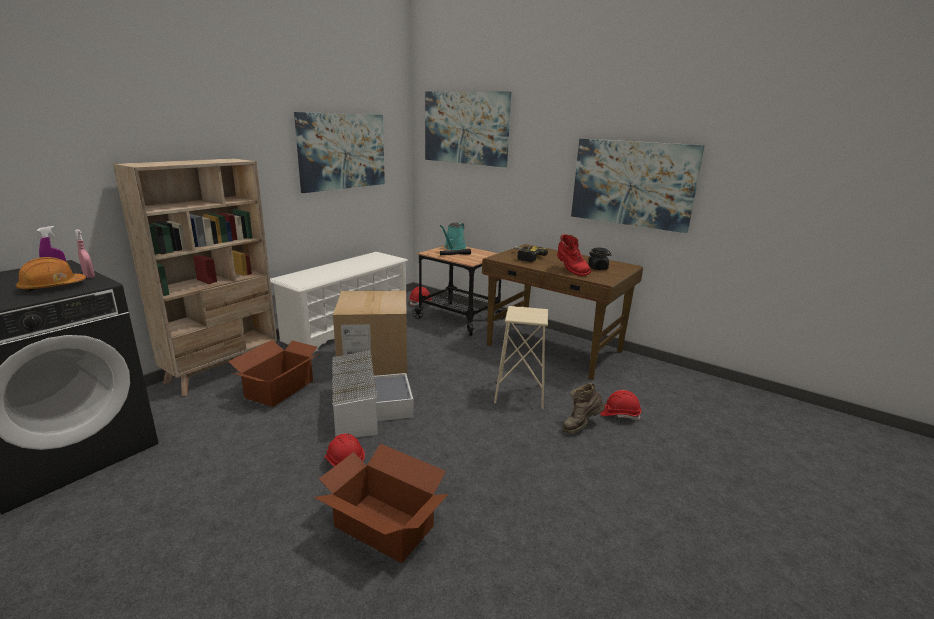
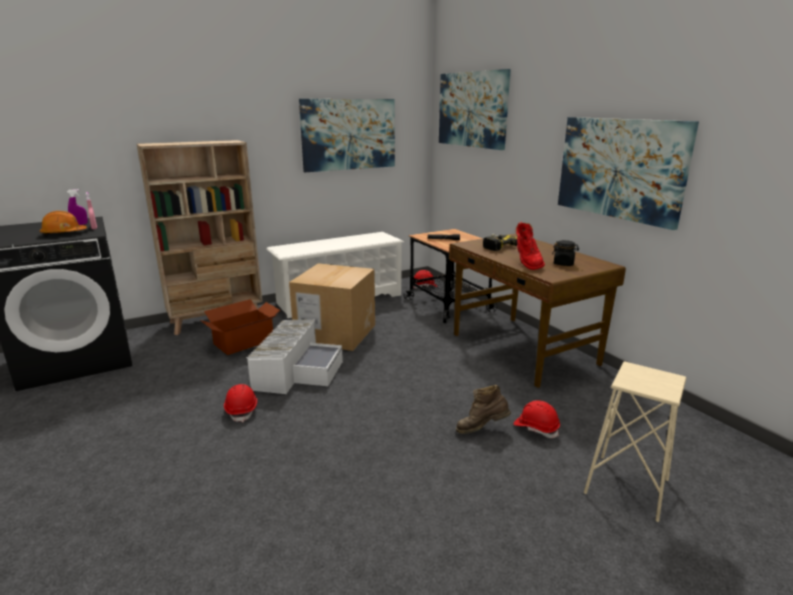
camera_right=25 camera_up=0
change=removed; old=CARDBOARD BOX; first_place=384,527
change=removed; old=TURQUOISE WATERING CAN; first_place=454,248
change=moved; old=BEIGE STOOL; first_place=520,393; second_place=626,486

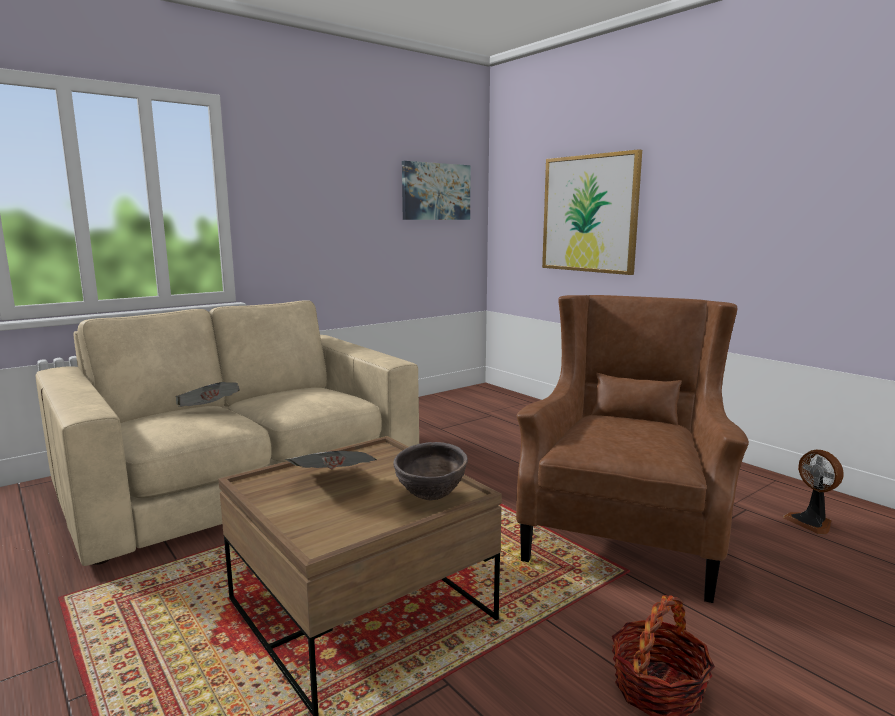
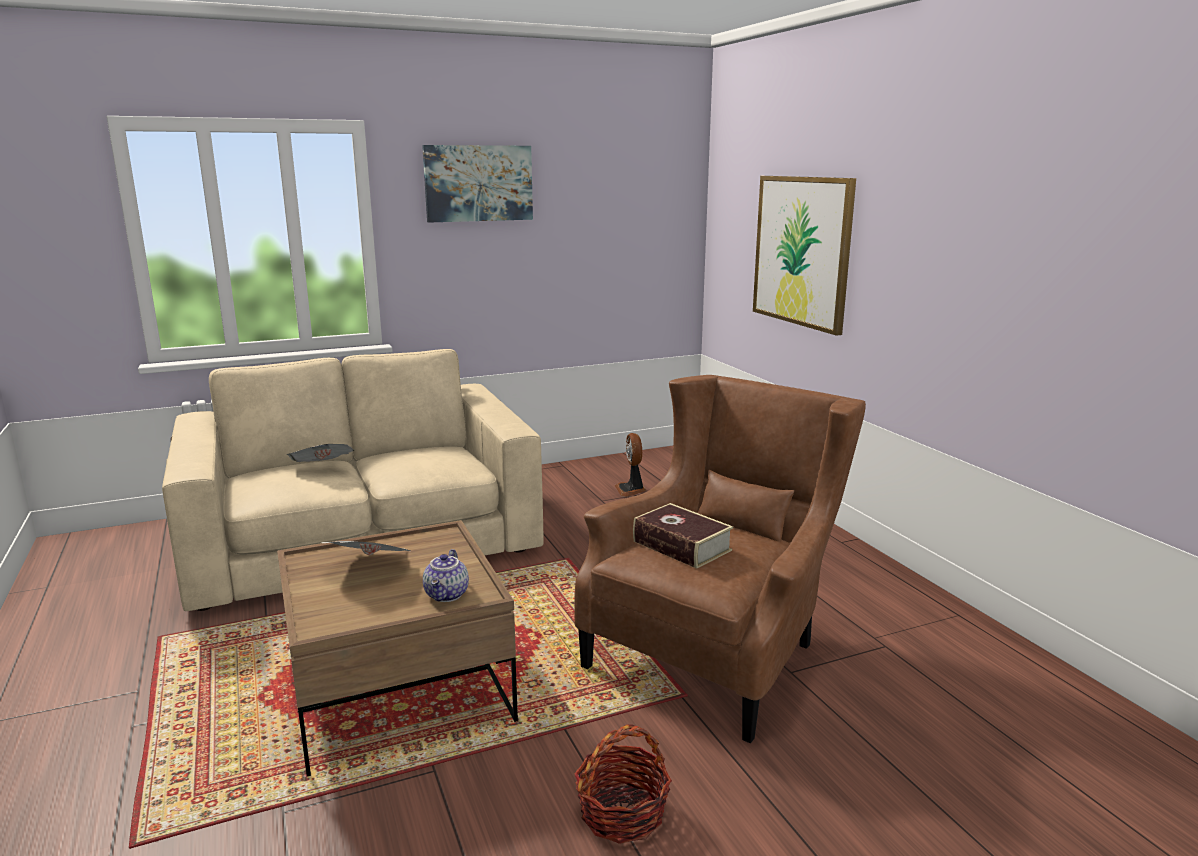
camera_right=15 camera_up=5
change=added; new=BOOK; second_place=681,546
change=moved; old=PICTURE; first_place=436,191; second_place=478,183
change=moved; old=FAN; first_place=811,522; second_place=631,490
change=replaced; old=BROWN BOWL; new=TEAPOT; first_place=430,497; second_place=447,595

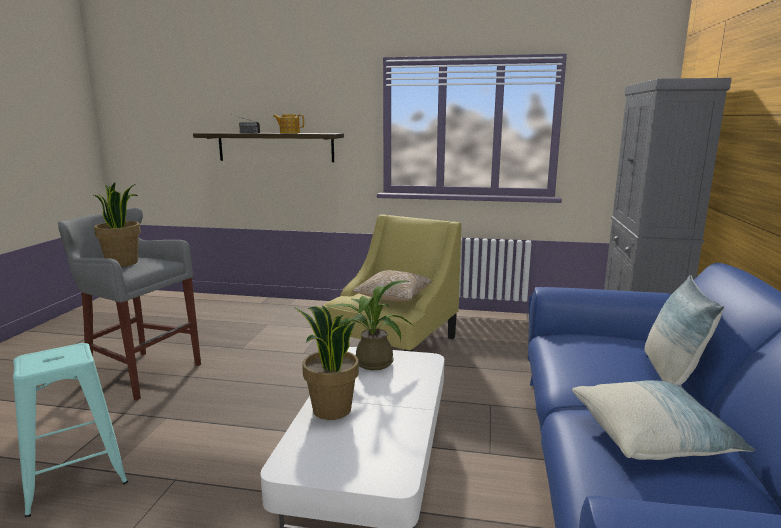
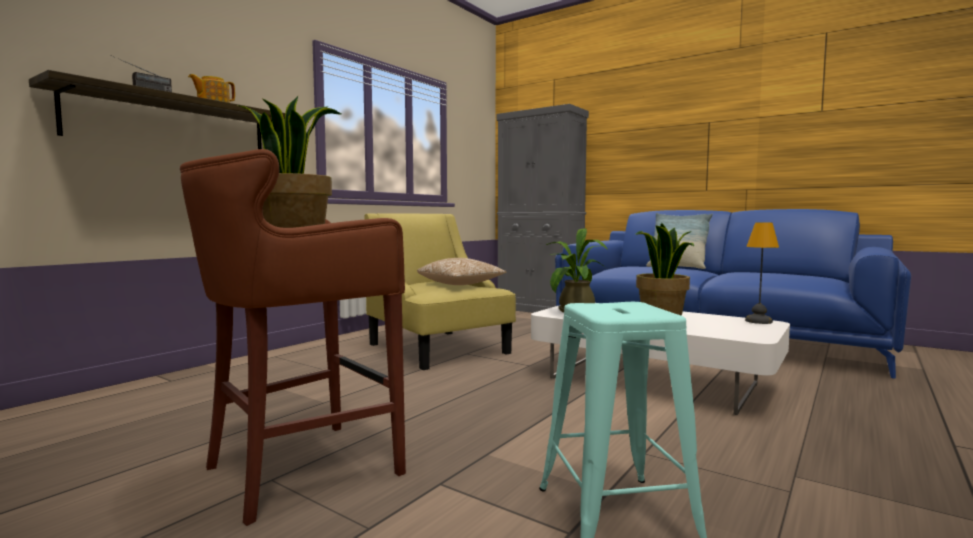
camera_right=-65 camera_up=-10
change=removed; old=PILLOW; first_place=651,437
change=added; new=TABLE LAMP; second_place=757,321
change=recoloured; old=GREY STOOL; new=BROWN STOOL; first_place=140,373; second_place=297,470

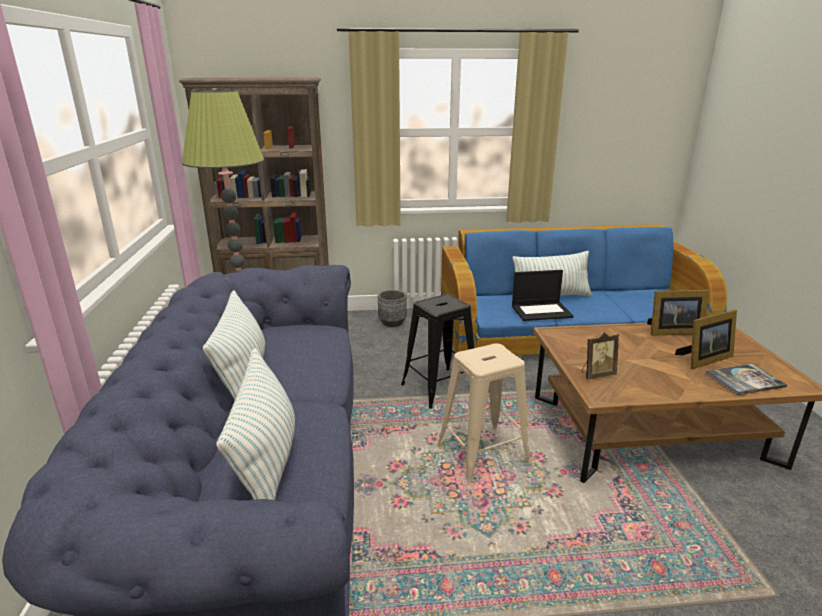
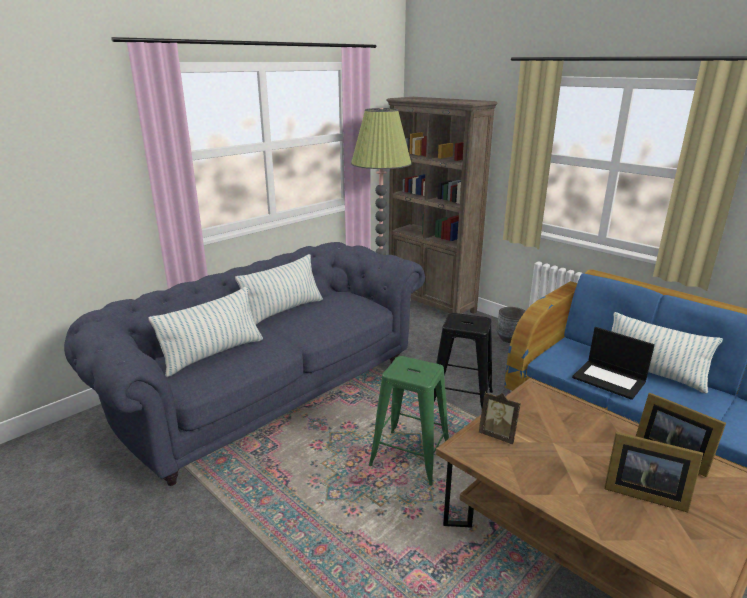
camera_right=50 camera_up=0
change=removed; old=BOOK; first_place=744,380
change=recoloured; old=BEIGE STOOL; new=GREEN STOOL; first_place=482,455; second_place=409,457

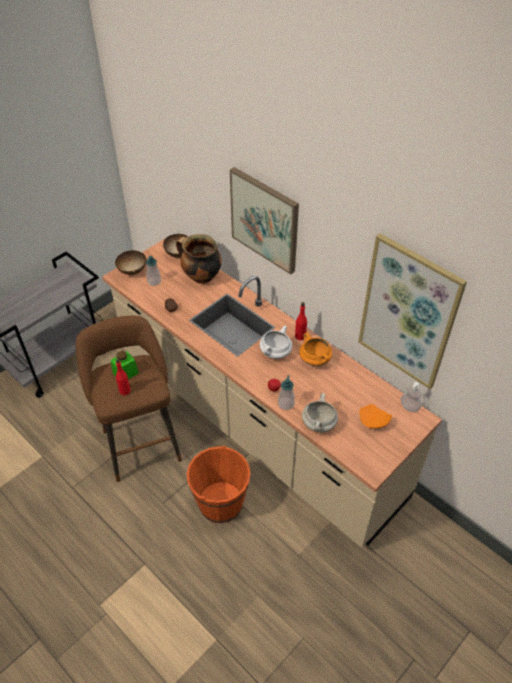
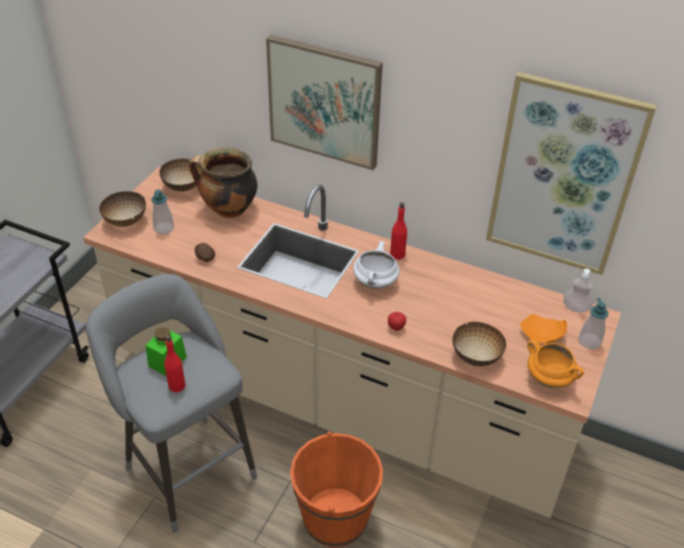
camera_right=-20 camera_up=-5
change=moved; old=SOAP DISPENSER; first_place=286,404; second_place=589,342
change=moved; old=ORANGE COOKING POT; first_place=315,360; second_place=550,378
change=replaced; old=WHITE COOKING POT; new=BOWL; first_place=319,424; second_place=476,357
change=recoloured; old=BROWN STOOL; new=GREY STOOL; first_place=140,441; second_place=187,467

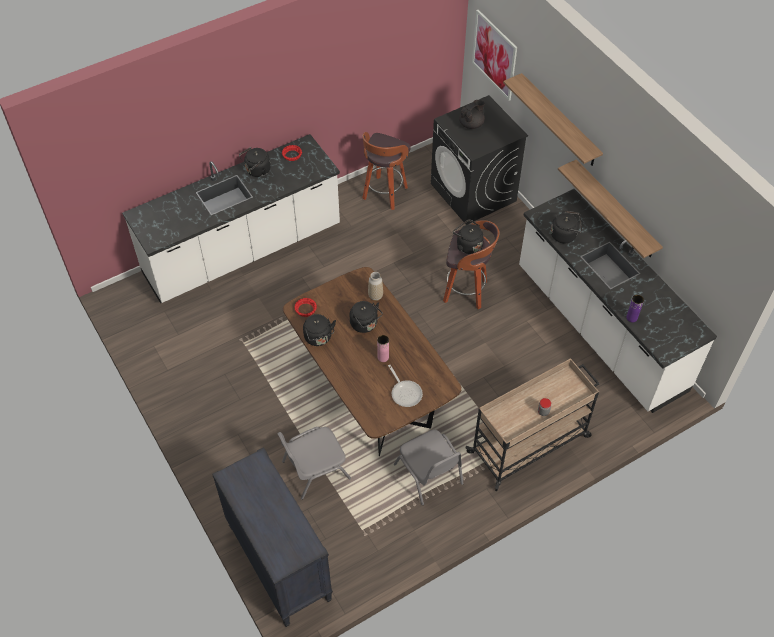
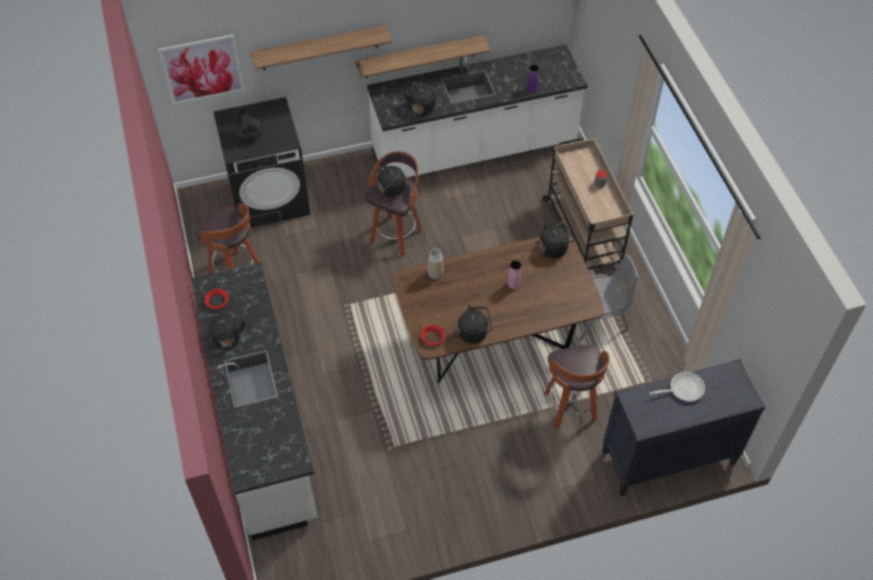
camera_right=-75 camera_up=0
change=moved; old=BLACK KETTLE; first_place=365,324; second_place=554,248
change=moved; old=FRYING PAN; first_place=405,392; second_place=683,389
change=replaced; old=GREY CHAIR; new=STOOL; first_place=314,469; second_place=570,408

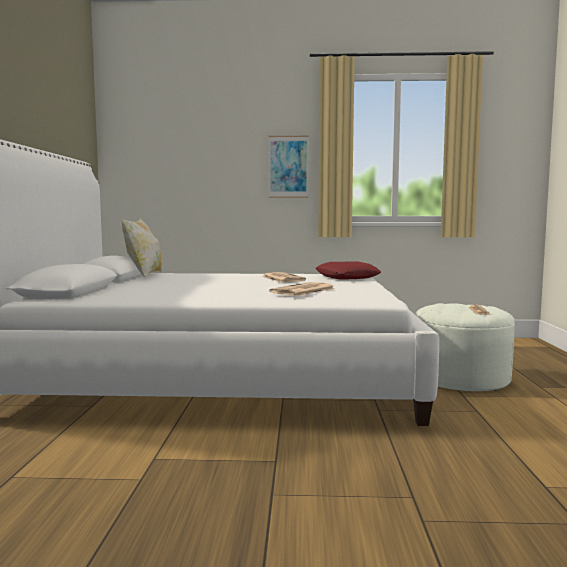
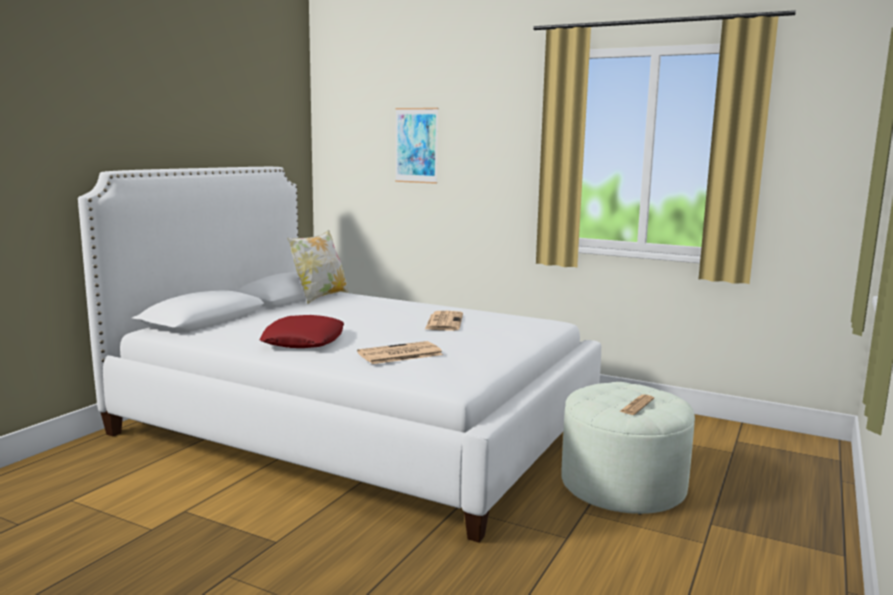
camera_right=25 camera_up=5
change=moved; old=PICTURE; first_place=288,167; second_place=416,145
change=moved; old=RED PILLOW; first_place=346,277; second_place=303,340

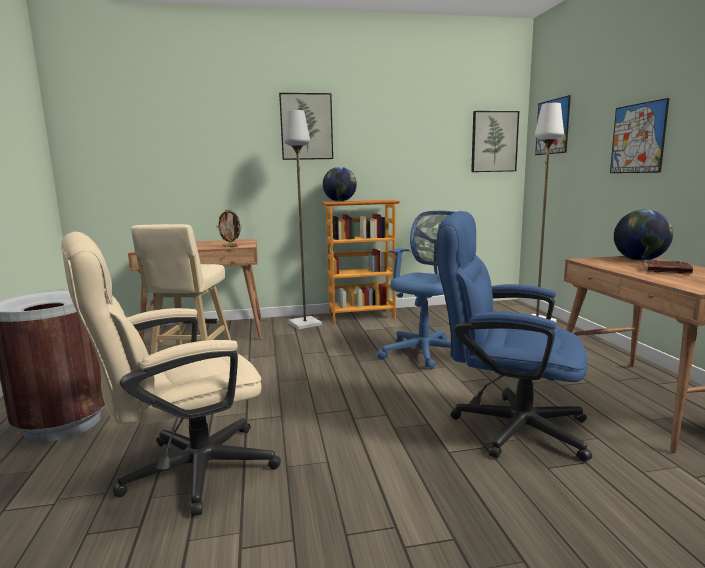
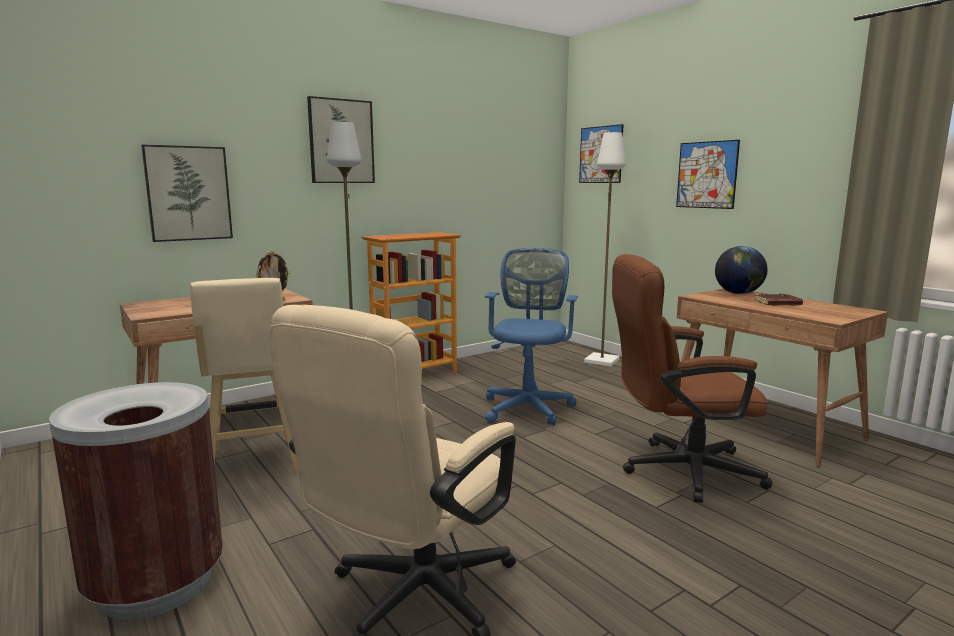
camera_right=-25 camera_up=0
change=removed; old=GLOBE; first_place=340,201
change=moved; old=PICTURE; first_place=494,142; second_place=188,193
change=recoloured; old=BLUE OFFICE CHAIR; new=BROWN OFFICE CHAIR; first_place=506,426; second_place=678,471

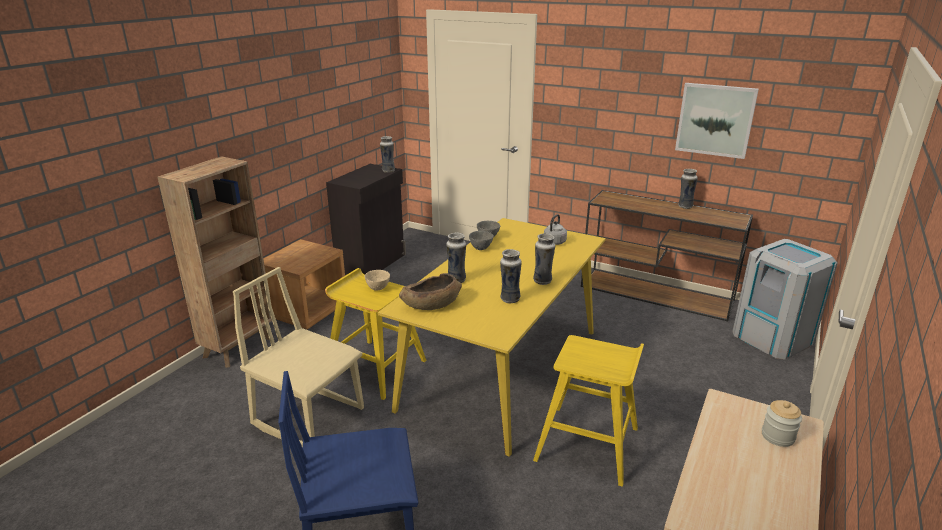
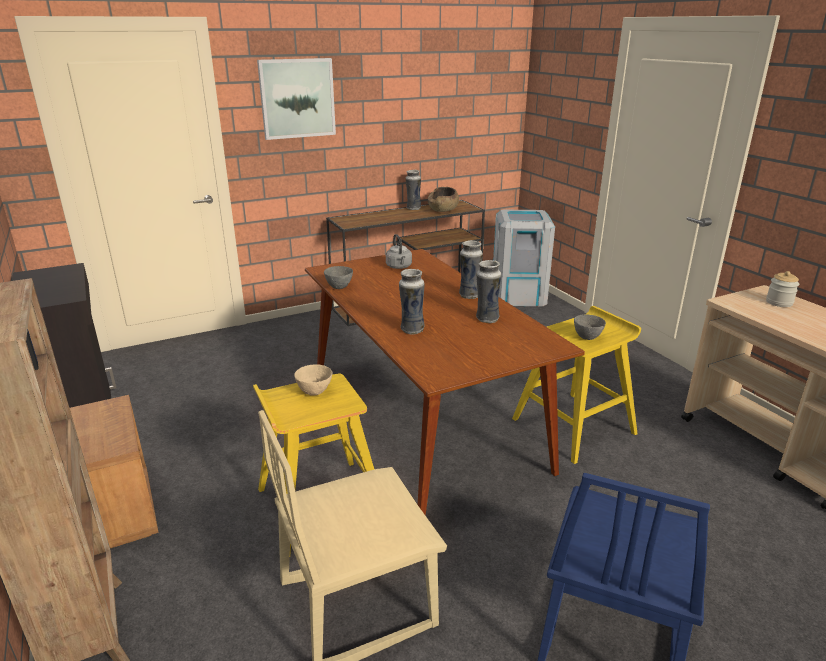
camera_right=-55 camera_up=0
change=removed; old=VASE; first_place=388,170
change=moved; old=BROWN BOWL; first_place=431,304; second_place=443,209
change=moved; old=GREY BOWL; first_place=480,248; second_place=586,337
change=moved; old=PICTURE; first_place=715,120; second_place=297,98
change=recoloured; old=YELLOW DINING TABLE; new=BROWN DINING TABLE; first_place=502,369; second_place=424,422

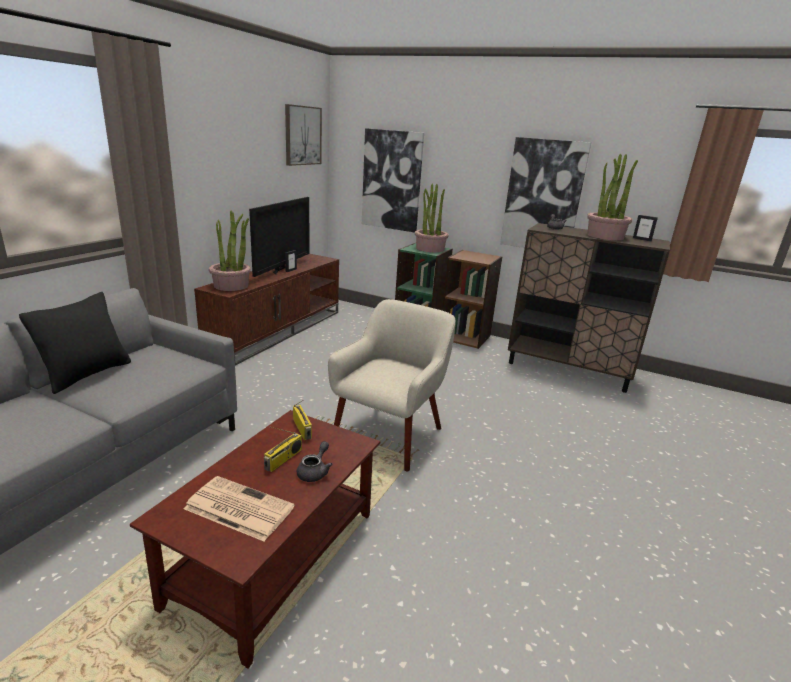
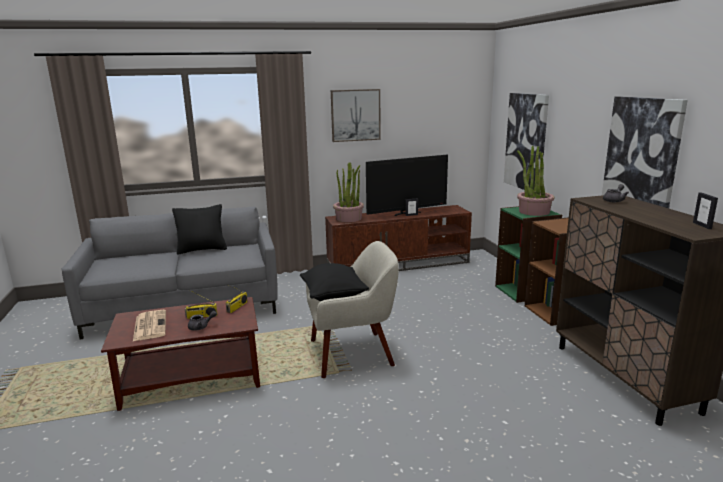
camera_right=50 camera_up=-5
change=removed; old=POTTED PLANT; first_place=605,236
change=added; new=BLACK PILLOW; second_place=333,297
change=moved; old=PICTURE; first_place=302,135; second_place=355,115

